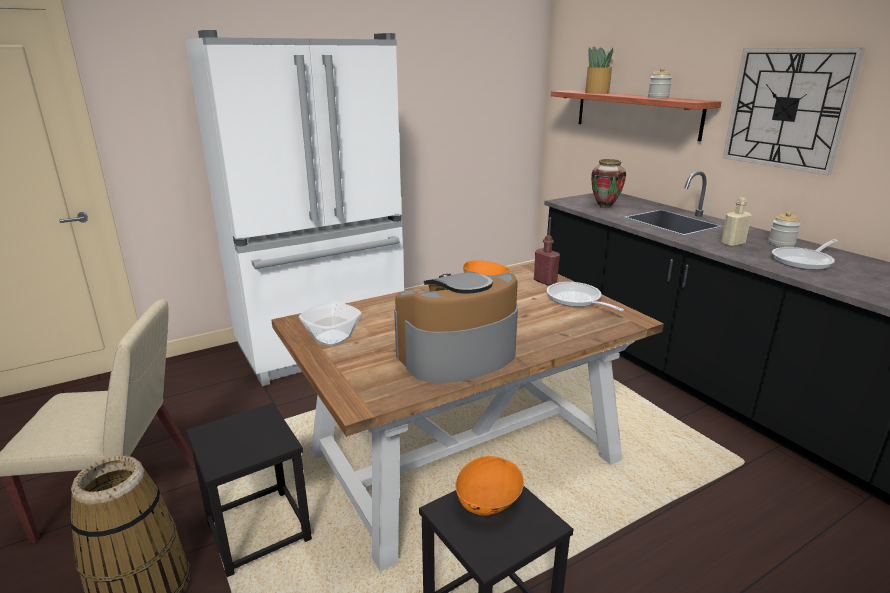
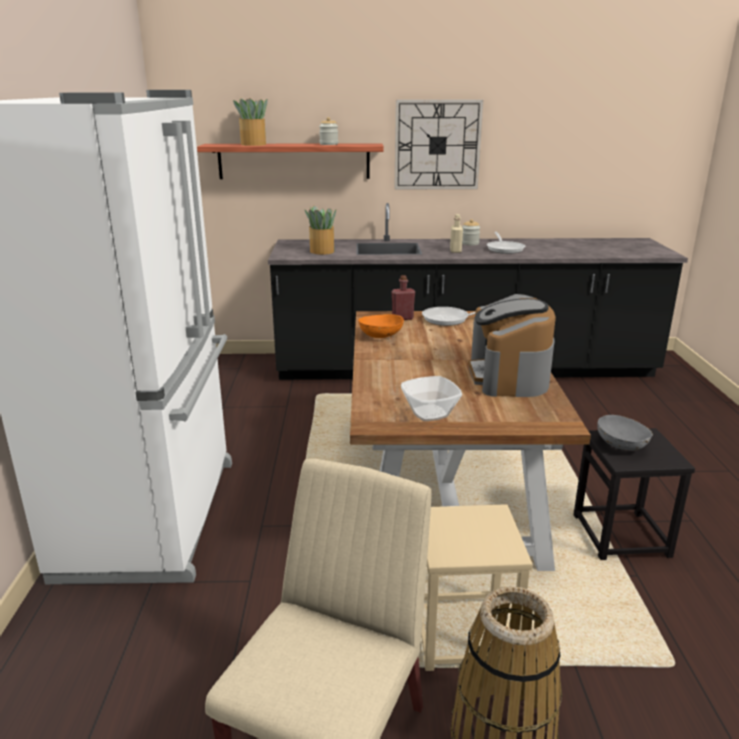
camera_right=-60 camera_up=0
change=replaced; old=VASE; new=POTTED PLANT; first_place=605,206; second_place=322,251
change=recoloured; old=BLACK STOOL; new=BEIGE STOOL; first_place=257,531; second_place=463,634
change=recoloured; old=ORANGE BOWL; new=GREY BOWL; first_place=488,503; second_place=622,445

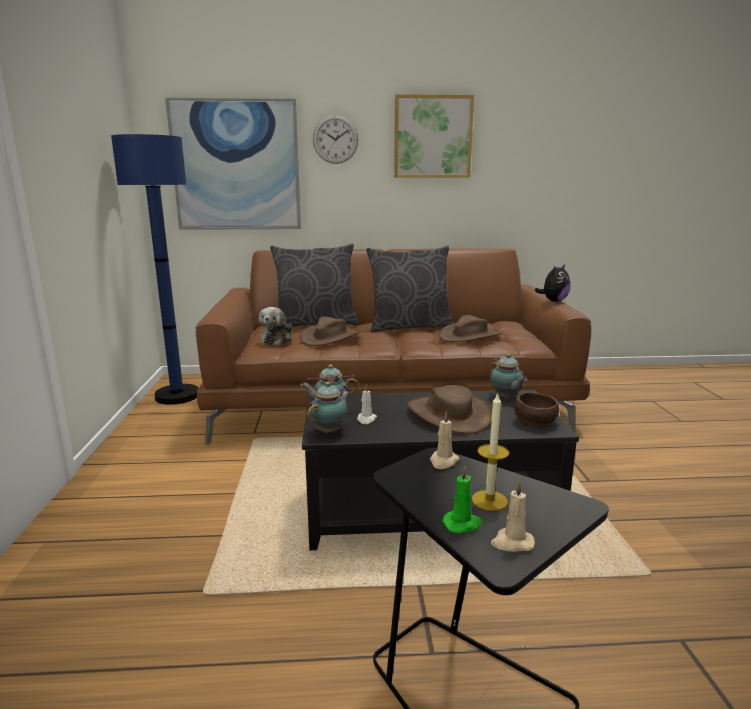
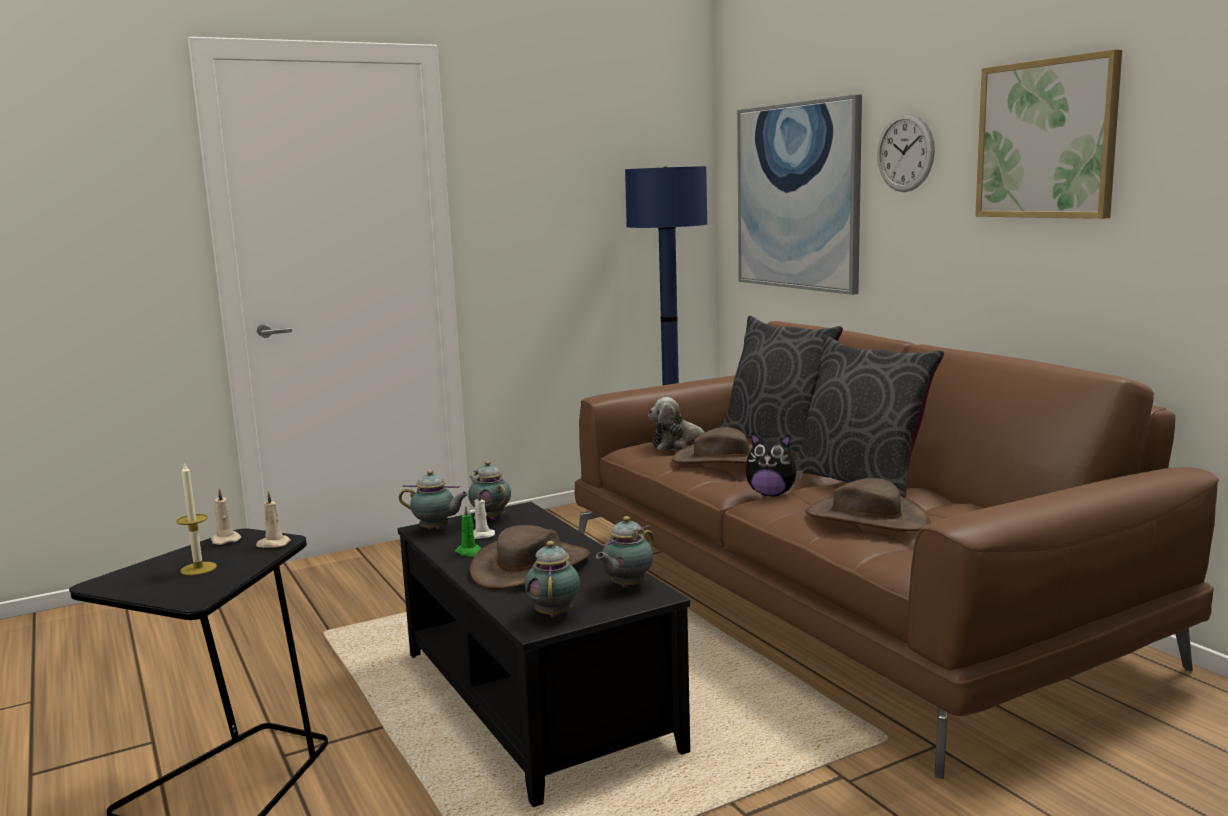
camera_right=65 camera_up=-5
change=moved; old=GREEN CANDLE; first_place=463,524; second_place=469,552
change=moved; old=BEIGE CANDLE; first_place=511,542; second_place=225,540
change=moved; old=PLUSH TOY; first_place=553,301; second_place=771,494
change=replaced; old=BROWN BOWL; new=TEAPOT; first_place=536,421; second_place=554,613

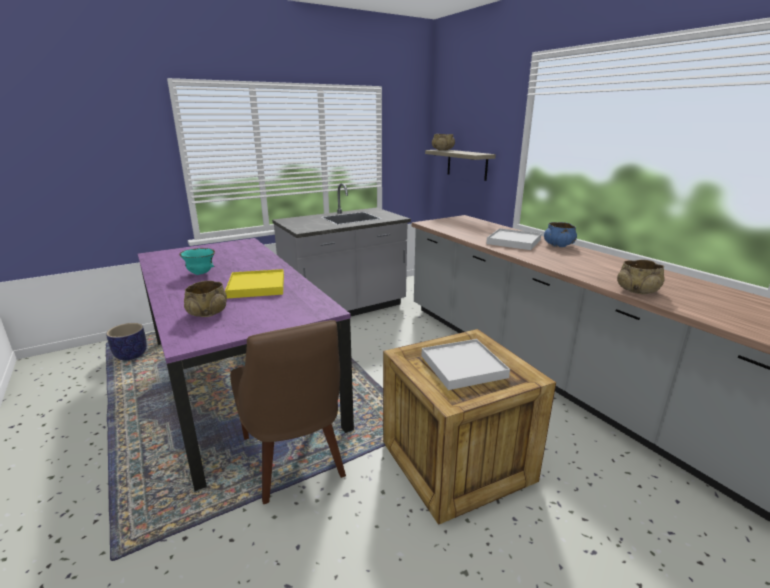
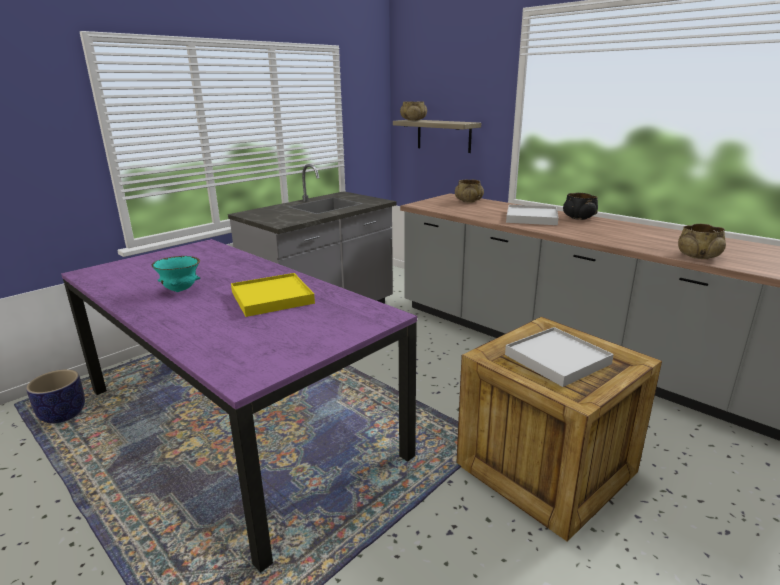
camera_right=-15 camera_up=0
change=removed; old=BROWN CHAIR; first_place=294,459
change=moved; old=BEIGE BOWL; first_place=208,313; second_place=468,201
change=recoloured; old=BLUE BOWL; new=BLACK BOWL; first_place=558,245; second_place=578,217

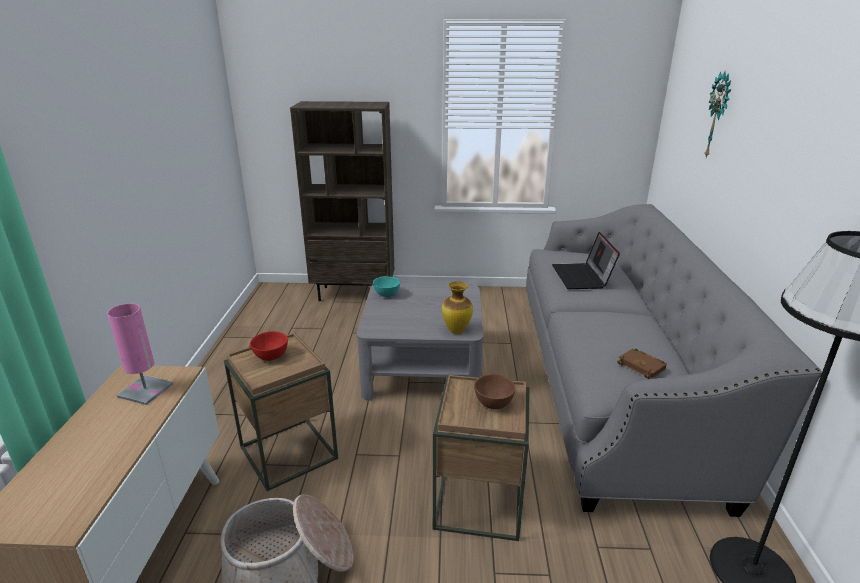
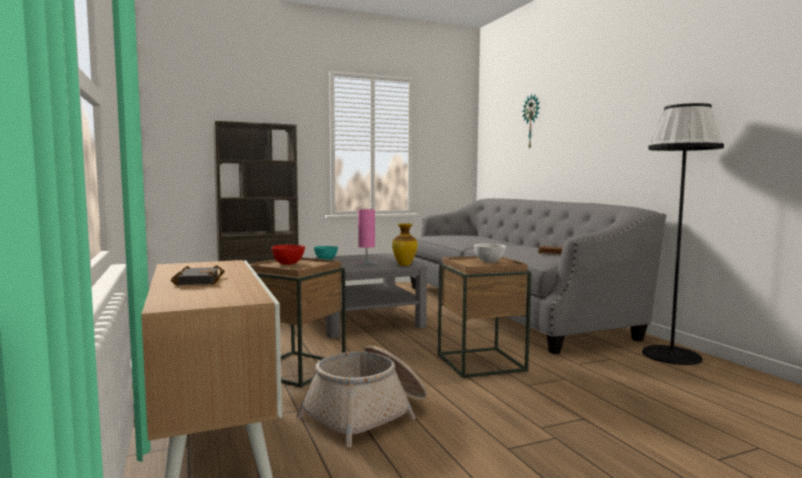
camera_right=-25 camera_up=-20
change=removed; old=LAPTOP; first_place=582,277
change=added; new=BLACK BOOK; second_place=197,281
change=moved; old=PINK TABLE LAMP; first_place=145,390; second_place=366,264
change=recoloured; old=BROWN BOWL; new=WHITE BOWL; first_place=493,403; second_place=489,262

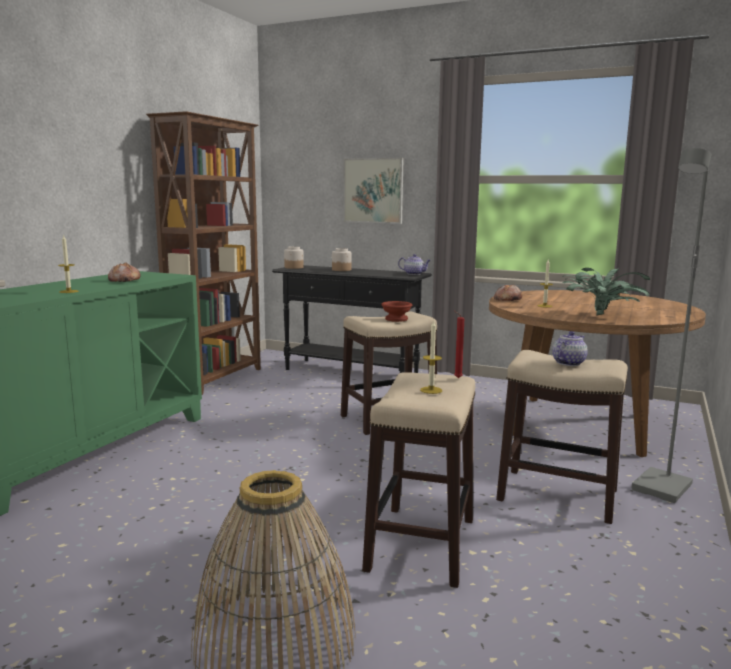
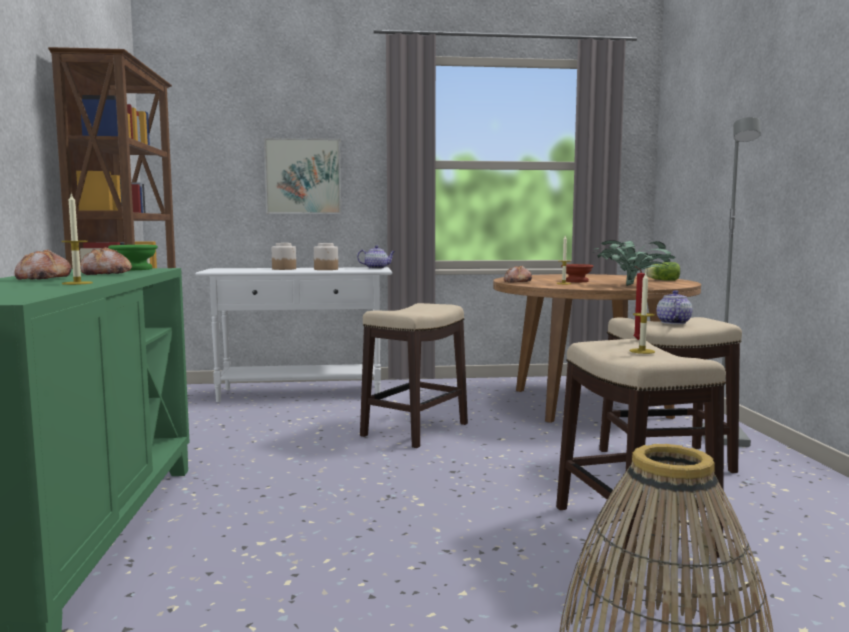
camera_right=-30 camera_up=-5
change=added; new=BREAD; second_place=43,279
change=added; new=GREEN BOWL; second_place=136,269
change=added; new=LETTUCE; second_place=661,280
change=moved; old=JAR; first_place=294,267; second_place=326,269
change=moved; old=BROWN BOWL; first_place=396,319; second_place=575,281
change=recoloured; old=BLACK CONSOLE TABLE; new=WHITE CONSOLE TABLE; first_place=351,372; second_place=301,394

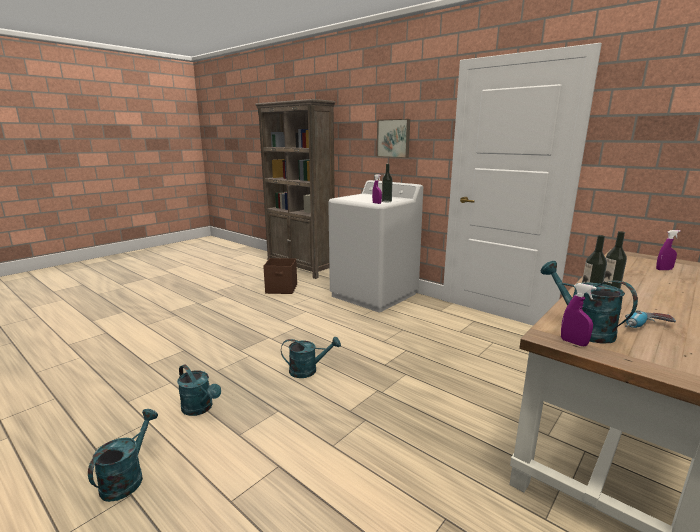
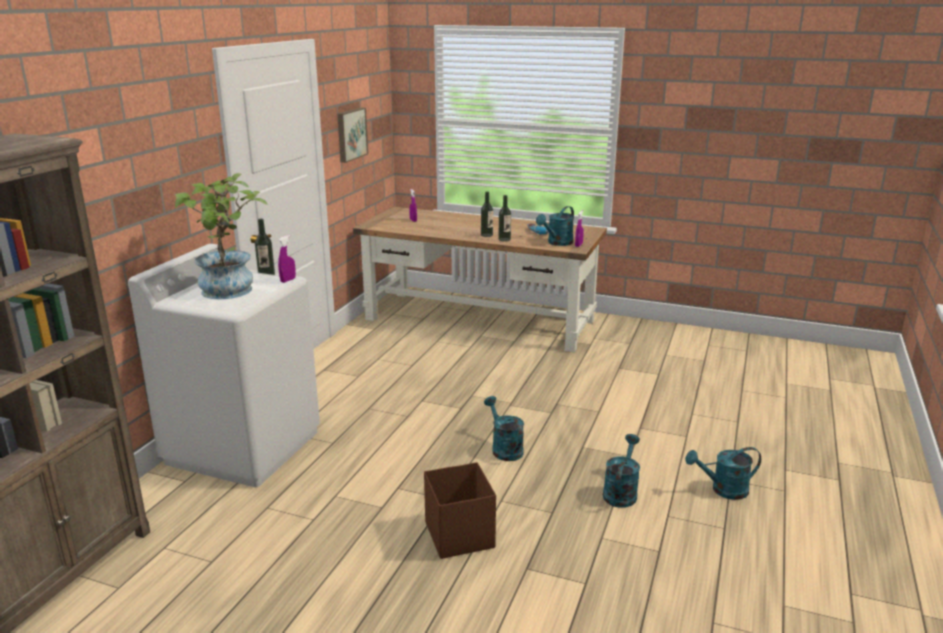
camera_right=-110 camera_up=5
change=added; new=POTTED PLANT; second_place=229,293
change=moved; old=BROWN STORAGE BOX; first_place=282,289; second_place=459,534
change=moved; old=PICTURE; first_place=394,138; second_place=350,134

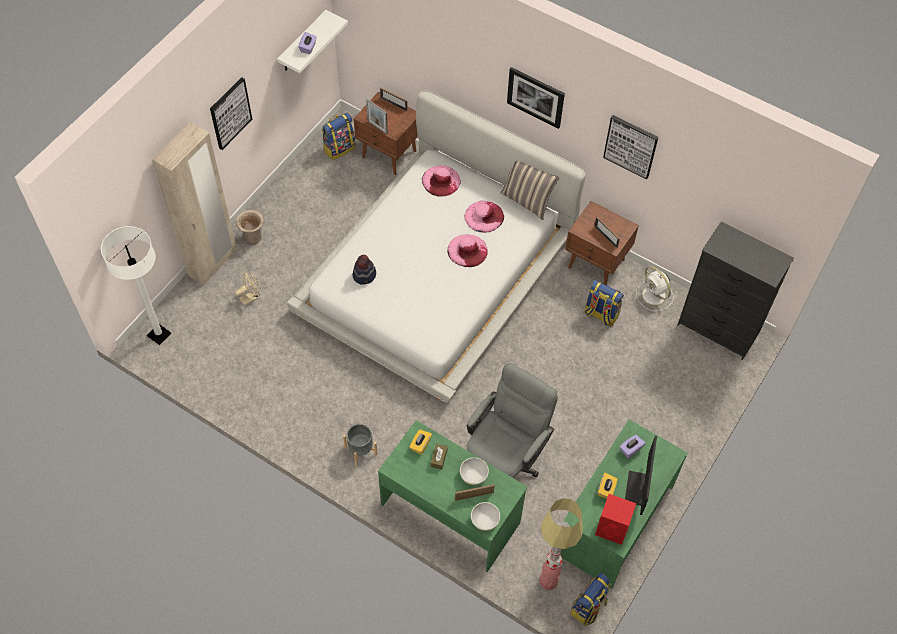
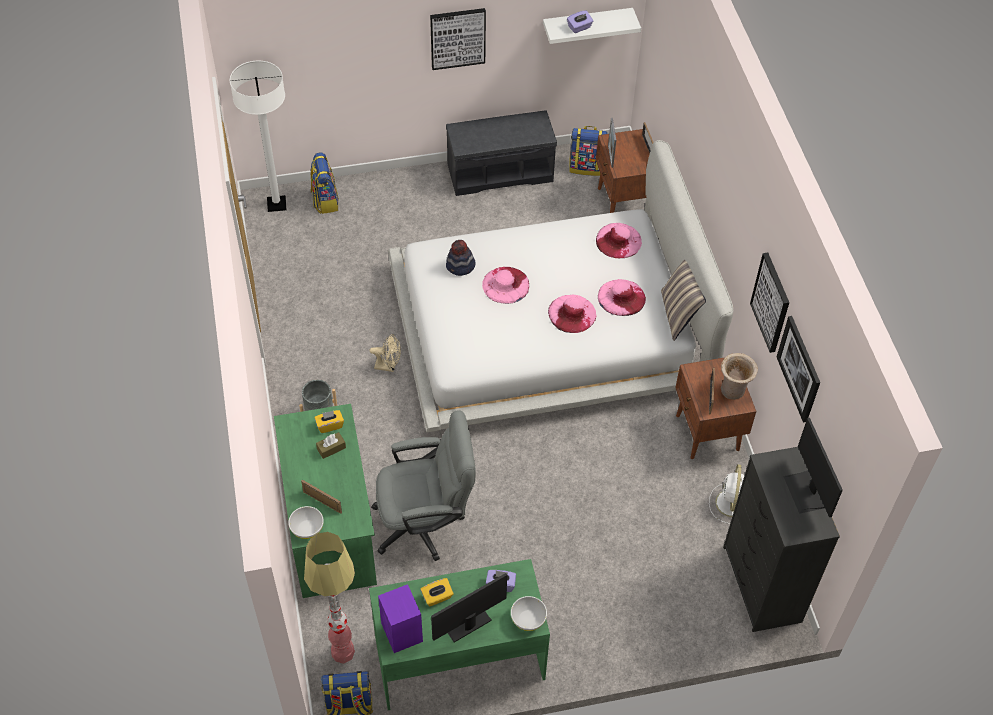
camera_right=45 camera_up=-5
change=removed; old=BEIGE WARDROBE; first_place=213,263
change=added; new=GREY BENCH; second_place=500,172
change=added; new=PINK HAT; second_place=506,285
change=added; new=MONITOR; second_place=805,492
change=moved; old=BEIGE FAN; first_place=251,297; second_place=388,366
change=moved; old=BEIGE VASE; first_place=253,237; second_place=733,390
change=moved; old=WHITE BOWL; first_place=474,475; second_place=528,619
change=moved; old=PICTURE; first_place=536,97; second_place=799,368
change=moved; old=BACKPACK; first_place=600,314; second_place=325,200
change=recoloured; old=RED SPEAKER; new=PURPLE SPEAKER; first_place=612,529; second_place=402,633

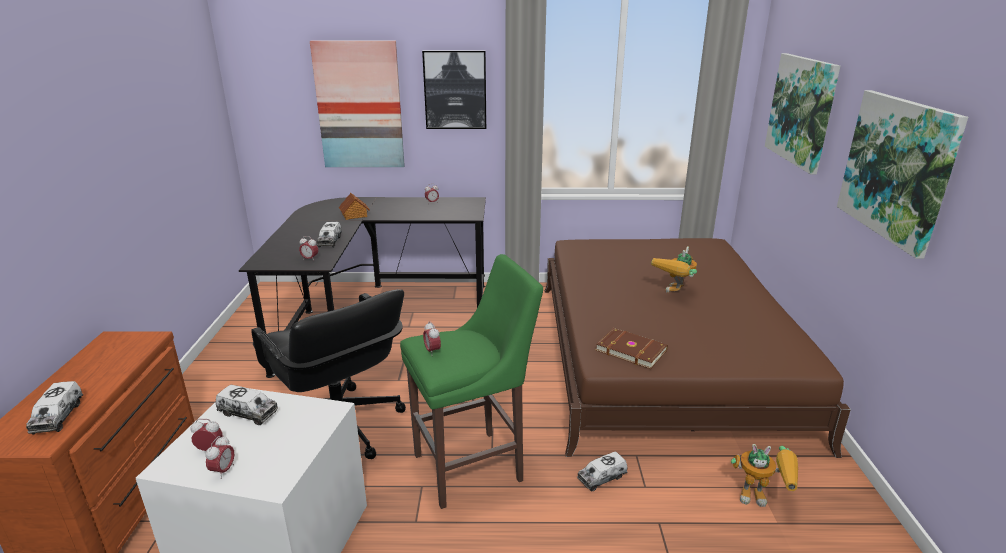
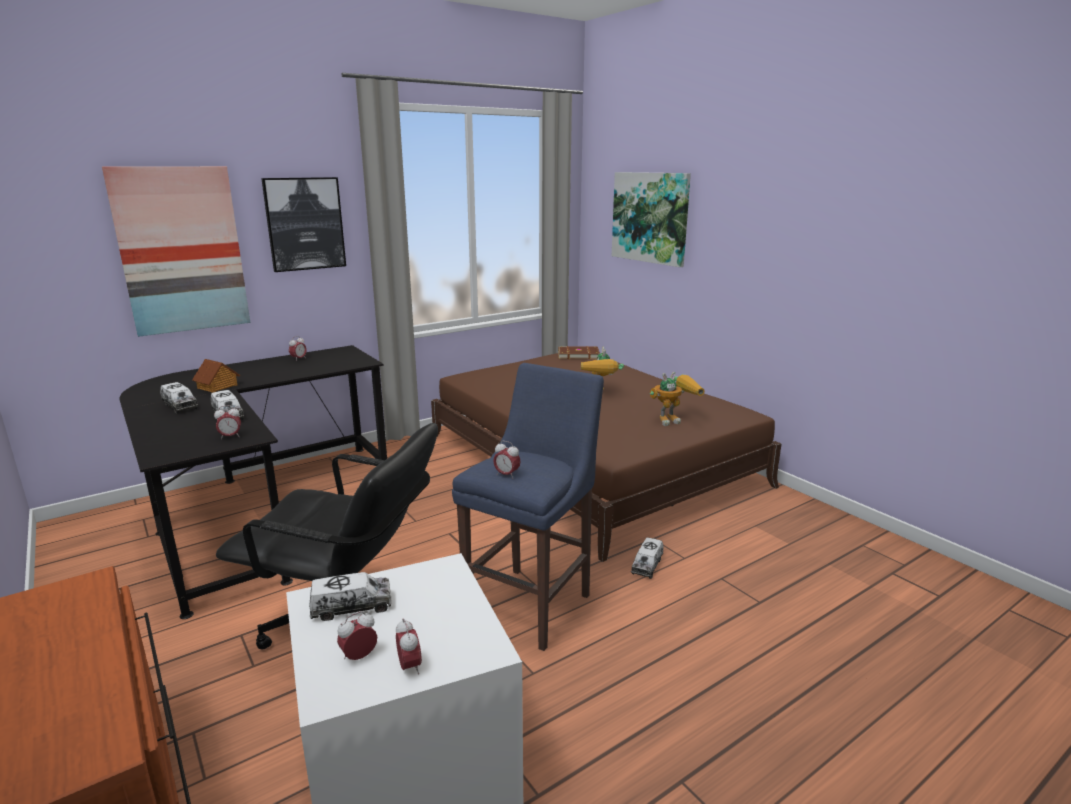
camera_right=-35 camera_up=-5
change=removed; old=PICTURE; first_place=897,168
change=moved; old=TOY TRUCK; first_place=58,416; second_place=180,406
change=moved; old=BROWN BOOK; first_place=631,350; second_place=578,355
change=moved; old=TOY ROBOT; first_place=762,497; second_place=674,420
change=recoloured; old=GREEN STOOL; new=BLUE STOOL; first_place=473,466; second_place=532,603

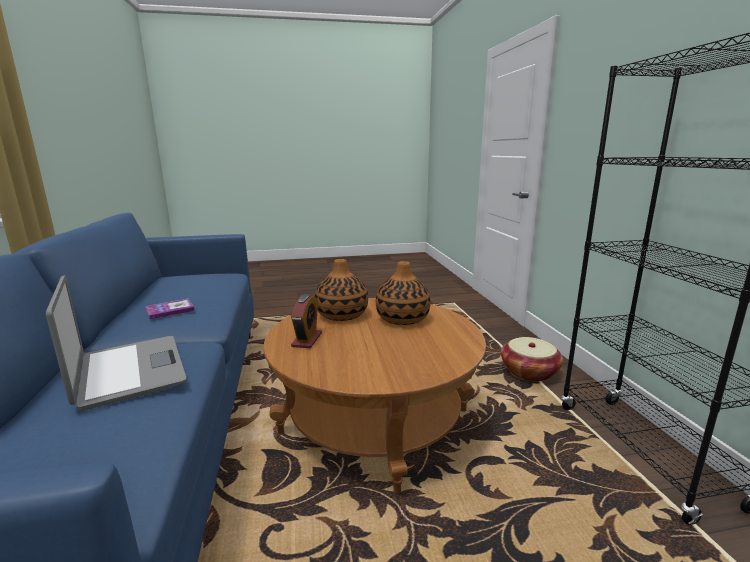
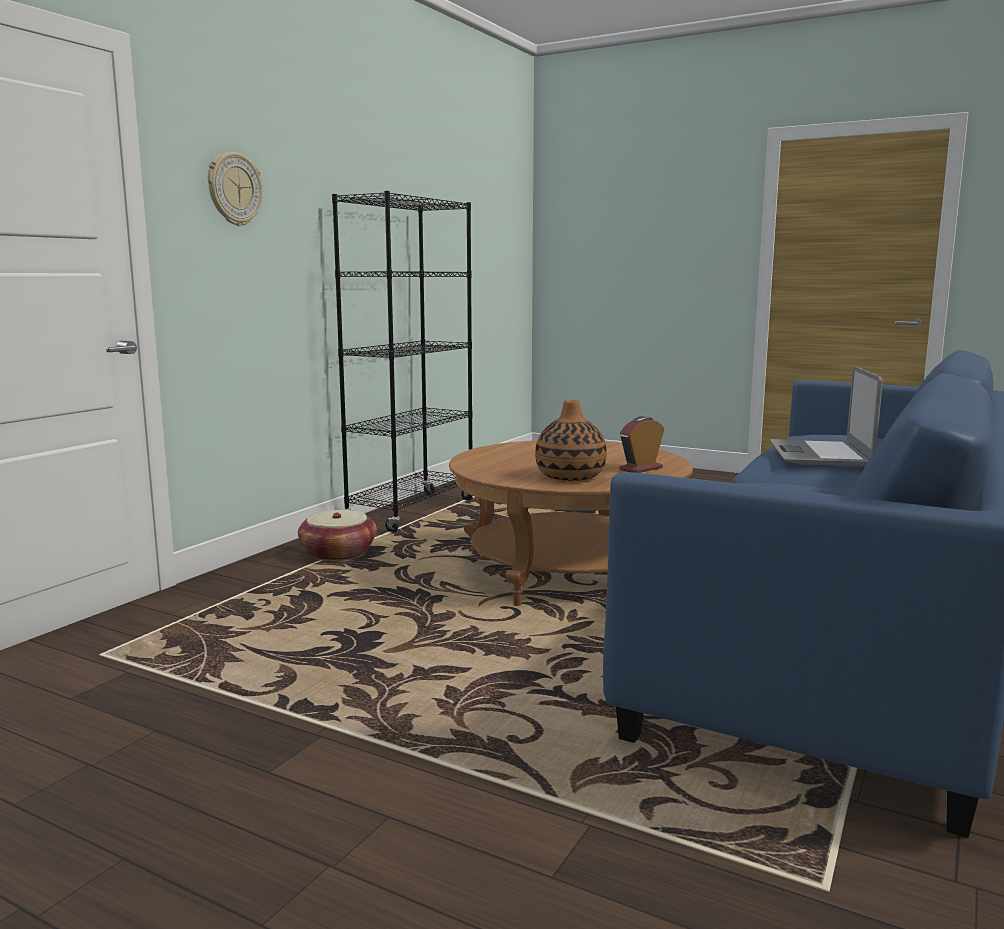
camera_right=-140 camera_up=-5
change=removed; old=BOOK; first_place=170,310
change=removed; old=VASE; first_place=402,319
change=added; new=WALL CLOCK; second_place=234,189

